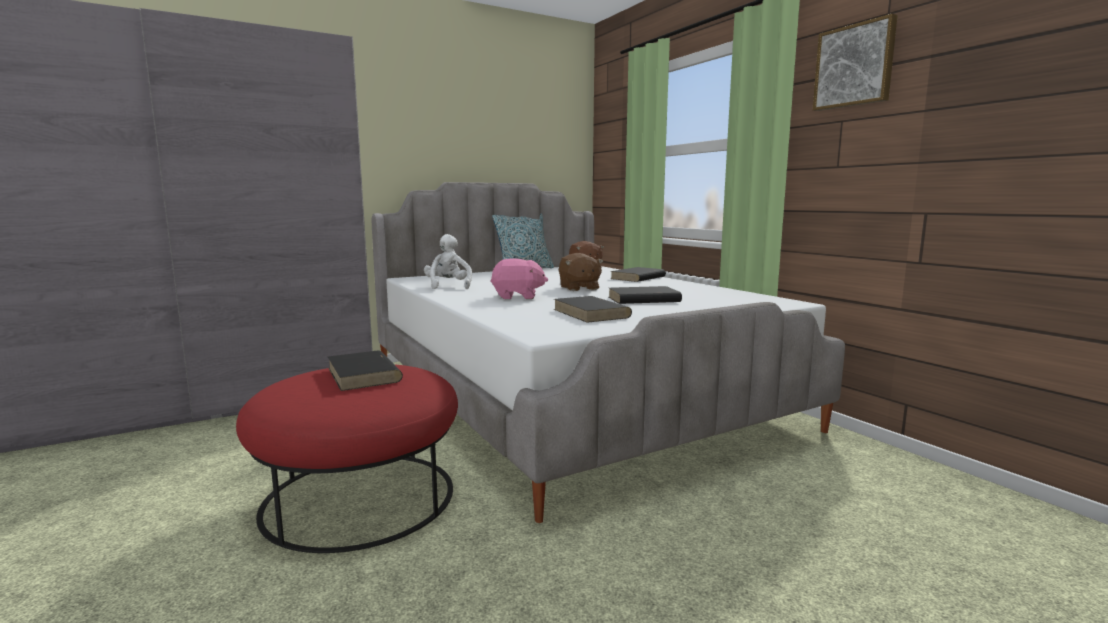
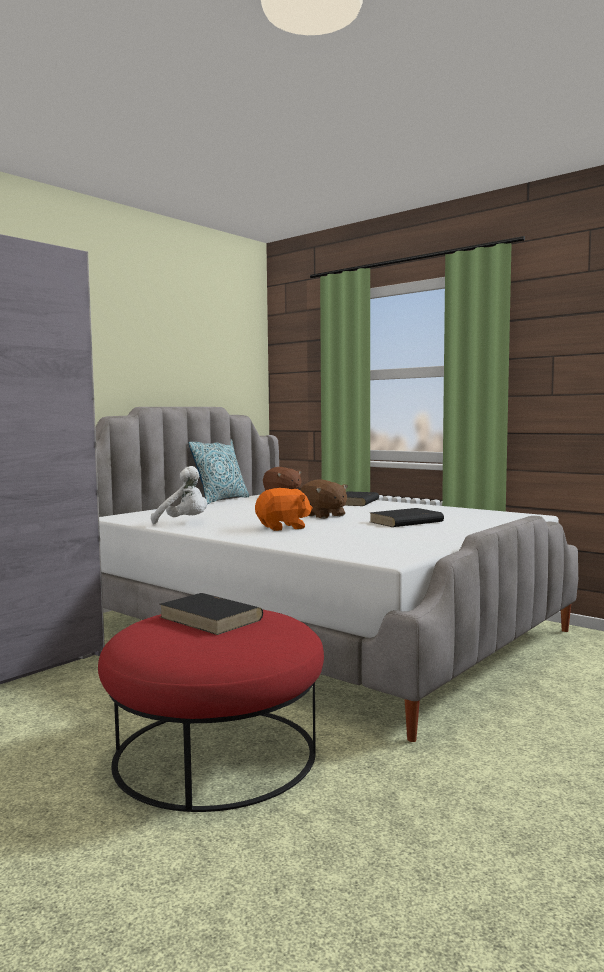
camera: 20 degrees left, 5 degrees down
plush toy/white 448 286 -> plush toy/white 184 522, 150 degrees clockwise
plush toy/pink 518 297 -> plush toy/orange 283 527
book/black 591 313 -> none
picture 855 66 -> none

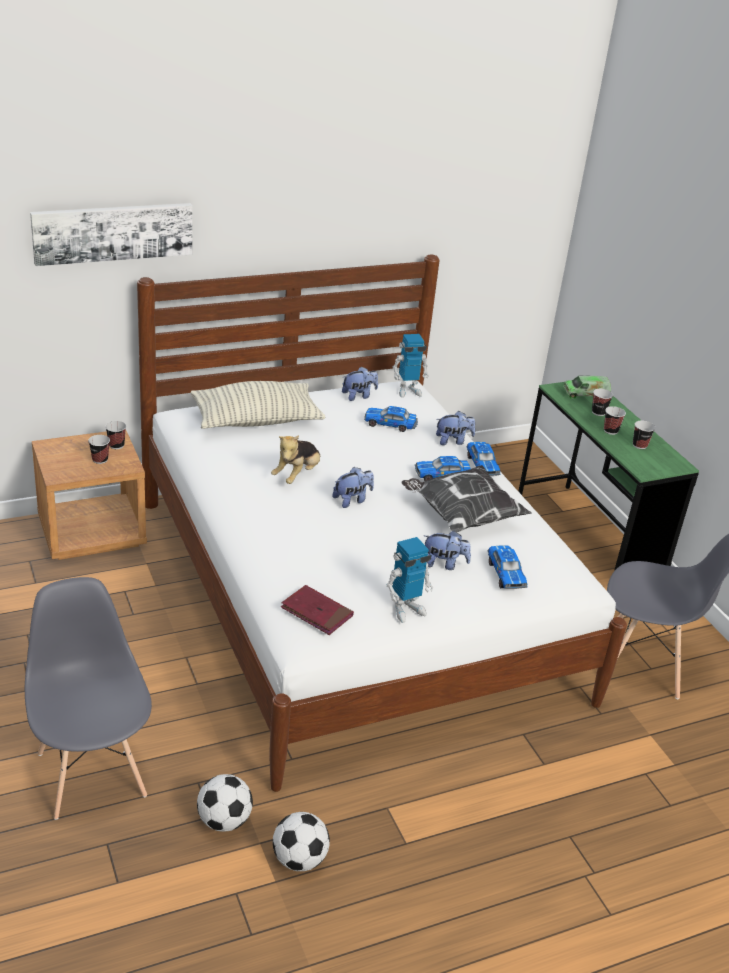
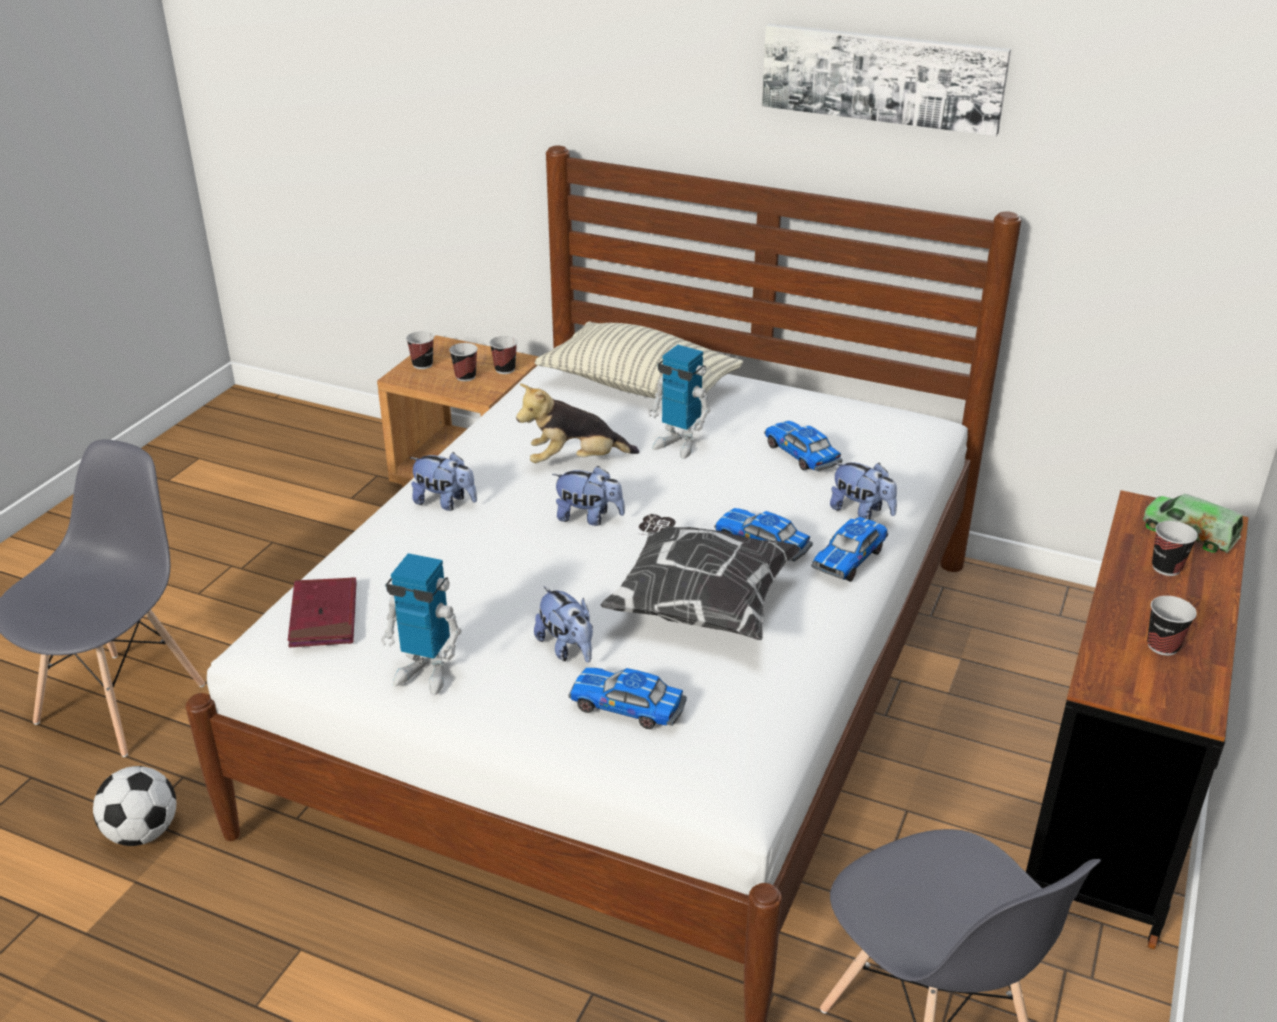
camera: 50 degrees right, 0 degrees up
picture 113 232 -> picture 882 77, relocated
football 299 859 -> none
plush toy 359 396 -> plush toy 445 502, relocated
toy robot 408 391 -> toy robot 678 445, relocated
toy car 505 573 -> toy car 628 707, 75 degrees clockwise
desk/green 587 538 -> desk/brown 1110 801
cup 610 431 -> cup 422 365, relocated

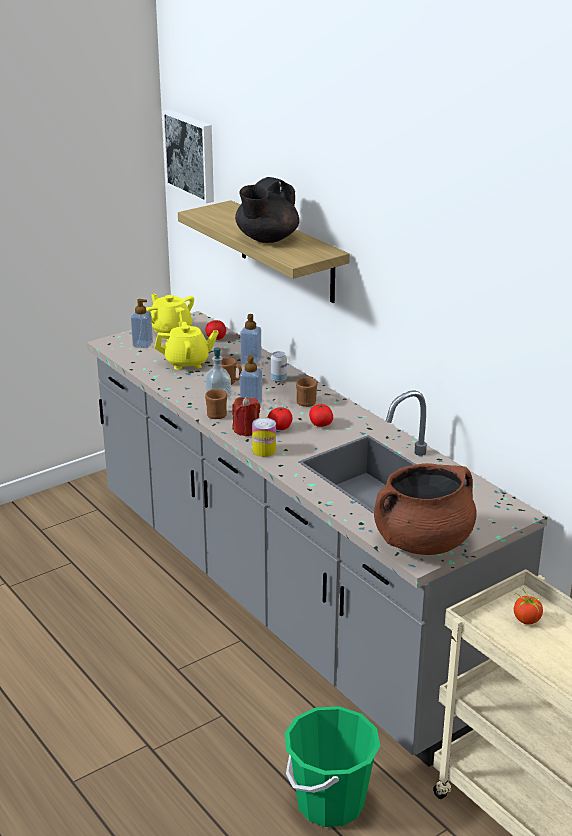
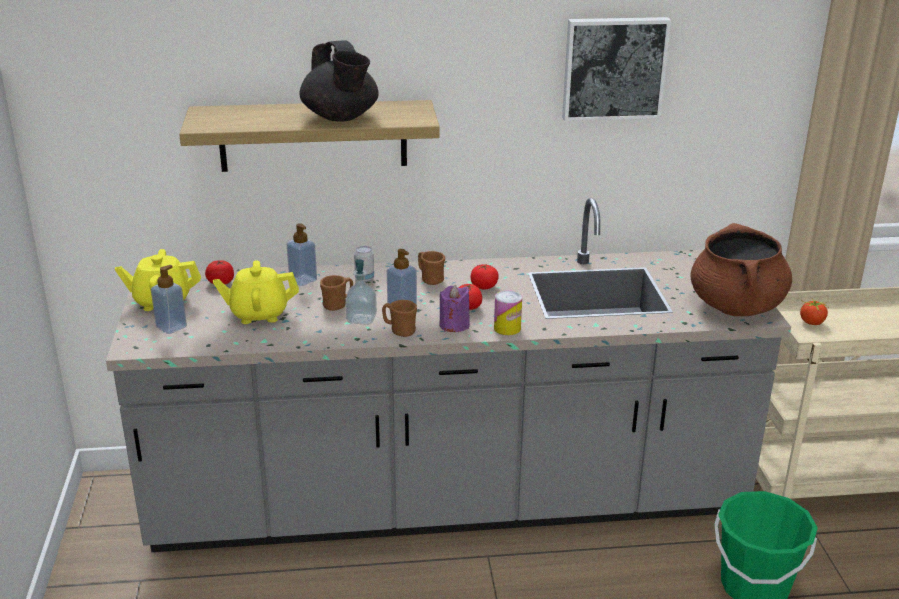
camera: 60 degrees left, 0 degrees up
teapot/yellow 187 363 -> teapot/yellow 258 314, 120 degrees counterclockwise
picture 191 155 -> picture 613 68, relocated
candle/red 246 430 -> candle/purple 454 325

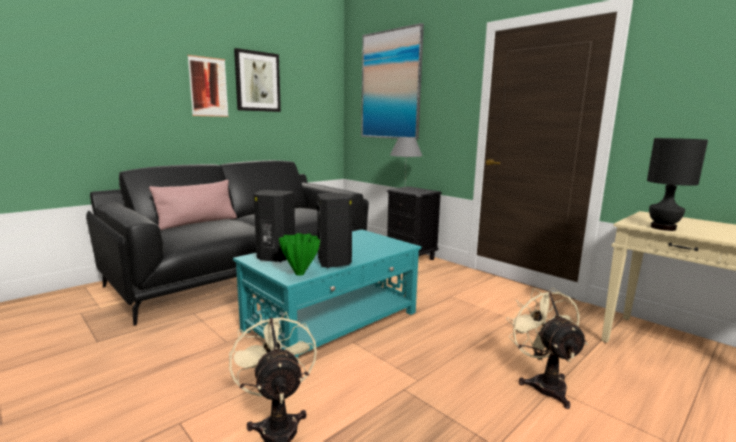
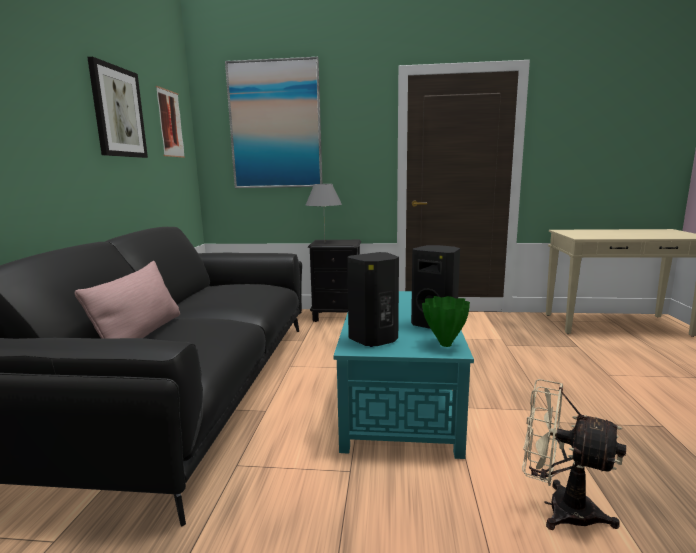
camera: 40 degrees left, 0 degrees up
picture 208 87 -> picture 170 124, relocated
fan/beige 543 383 -> none
table lamp/black 663 228 -> none

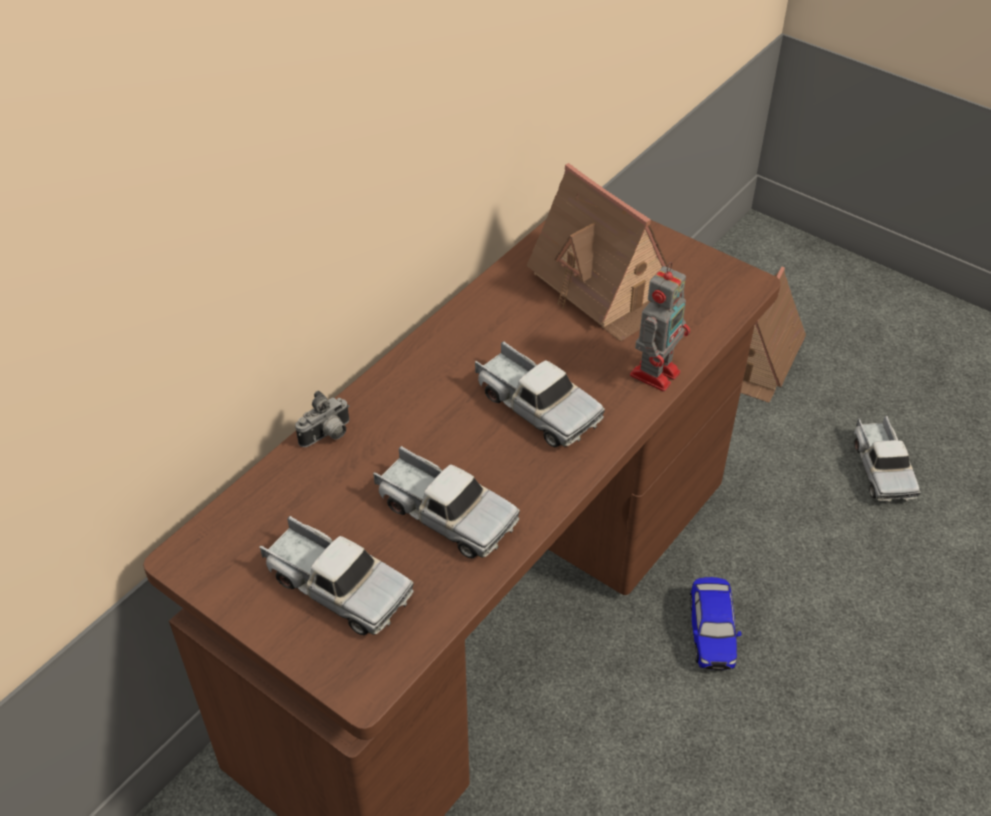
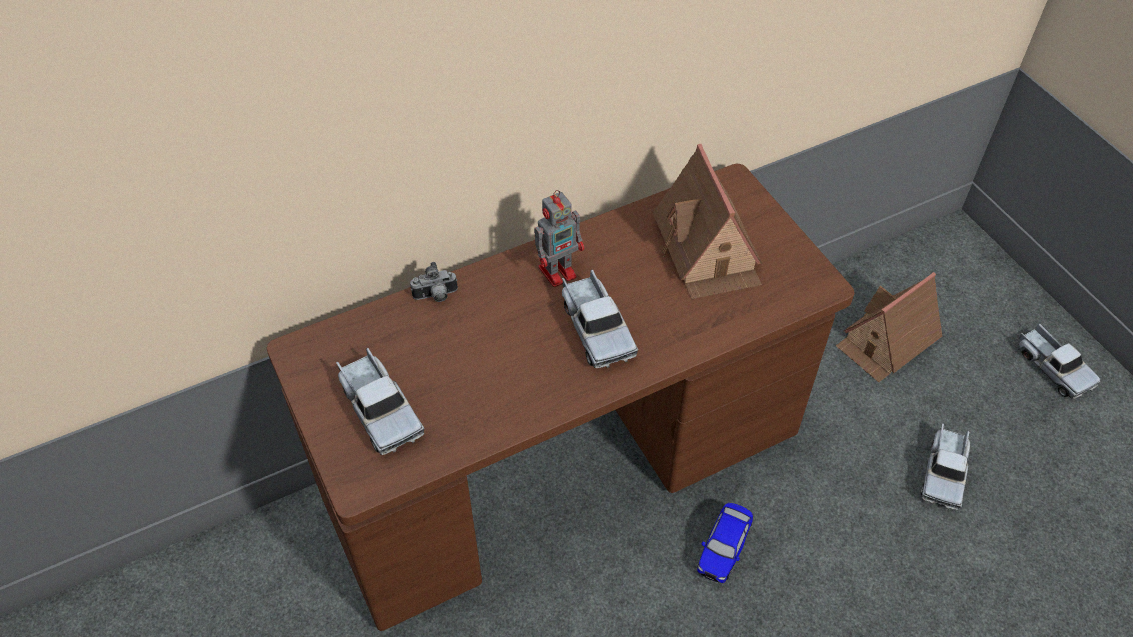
camera: 25 degrees right, 5 degrees up
toy truck 444 513 -> toy truck 1052 367, relocated
toy robot 656 372 -> toy robot 559 271, relocated

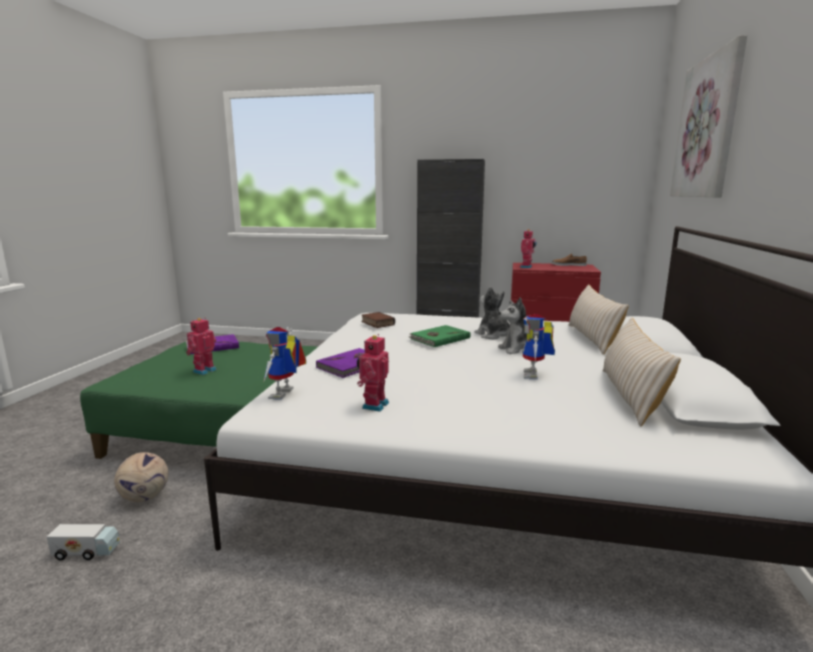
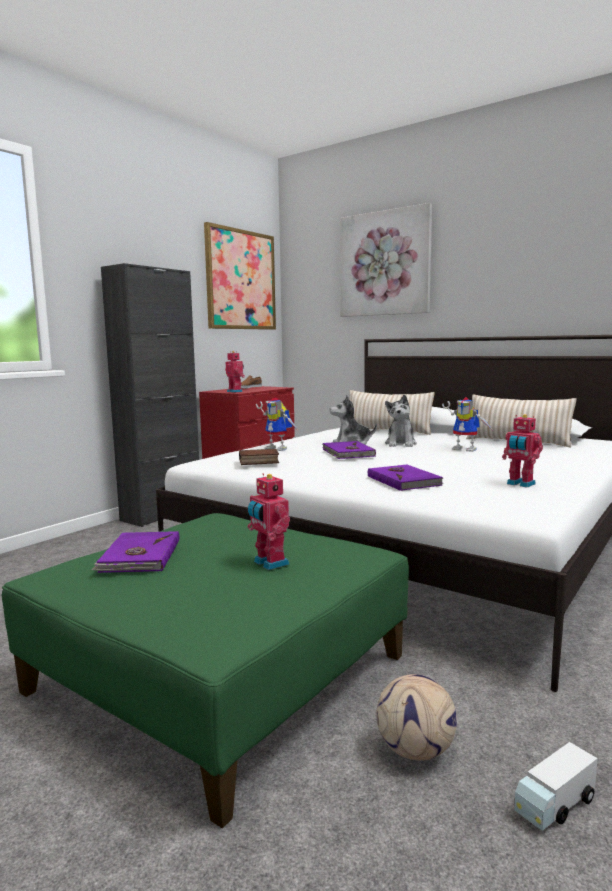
camera: 65 degrees left, 5 degrees down
toy truck 86 551 -> toy truck 554 804, 150 degrees counterclockwise
toy robot 284 395 -> toy robot 279 448, relocated
book/green 439 338 -> book/purple 347 453
none -> picture 241 280

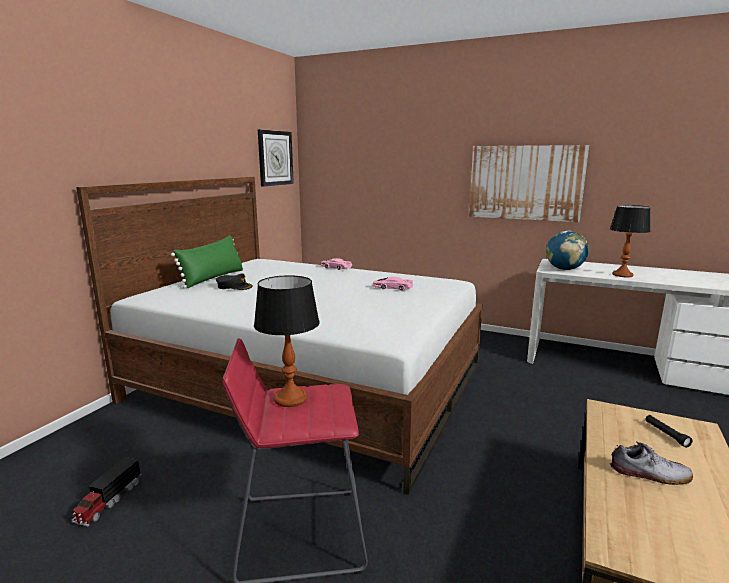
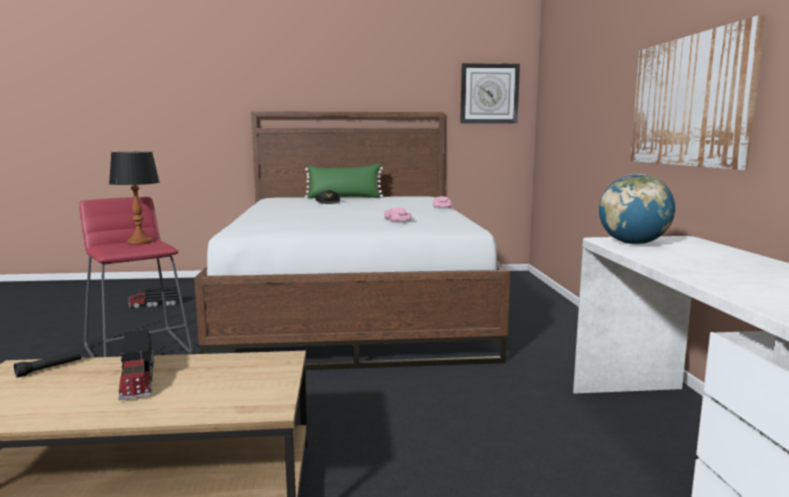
camera: 60 degrees right, 5 degrees down
table lamp 622 275 -> none
shoe 650 474 -> toy truck 137 379
flashlight/black 666 434 -> flashlight/black 49 369, relocated

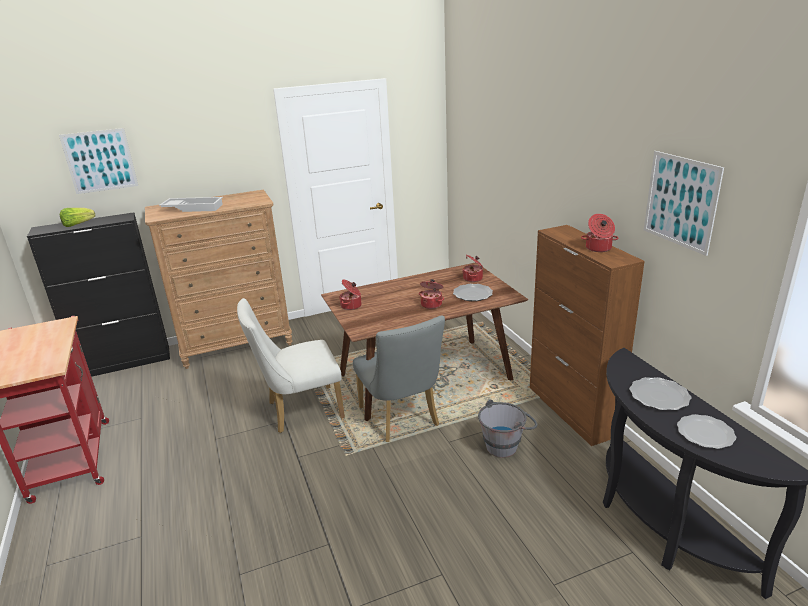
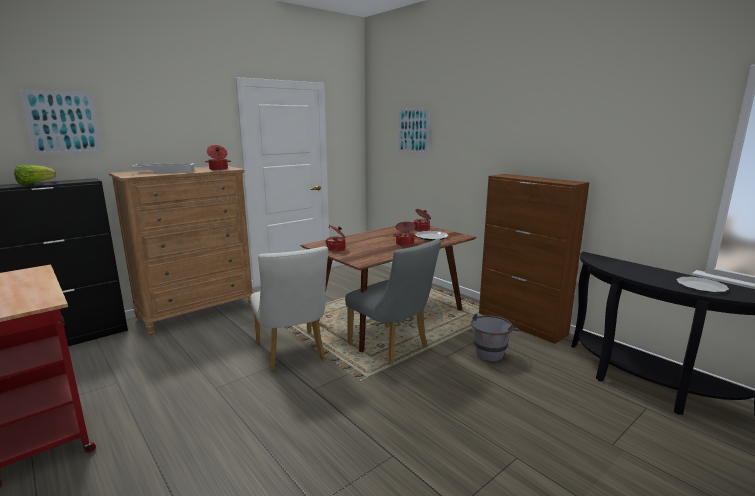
camera: 20 degrees left, 10 degrees down
chair/white 299 411 -> chair/white 292 354, 75 degrees counterclockwise
cooking pot 598 248 -> cooking pot 218 169, relocated
plate 659 396 -> none
picture 680 201 -> picture 413 130, relocated

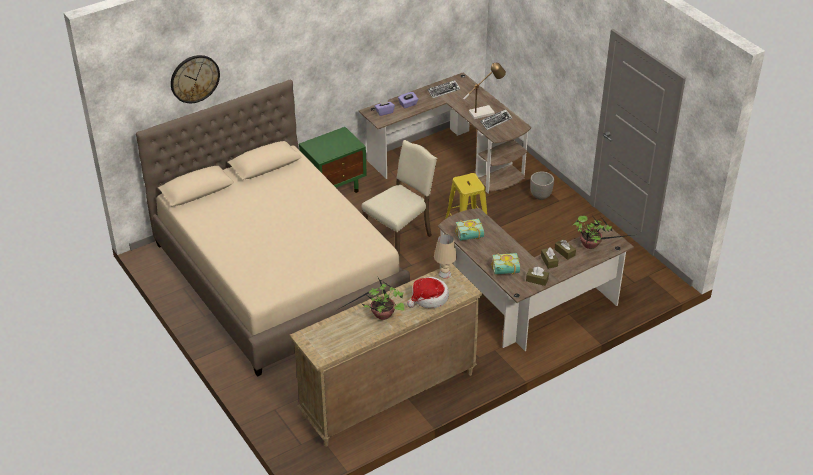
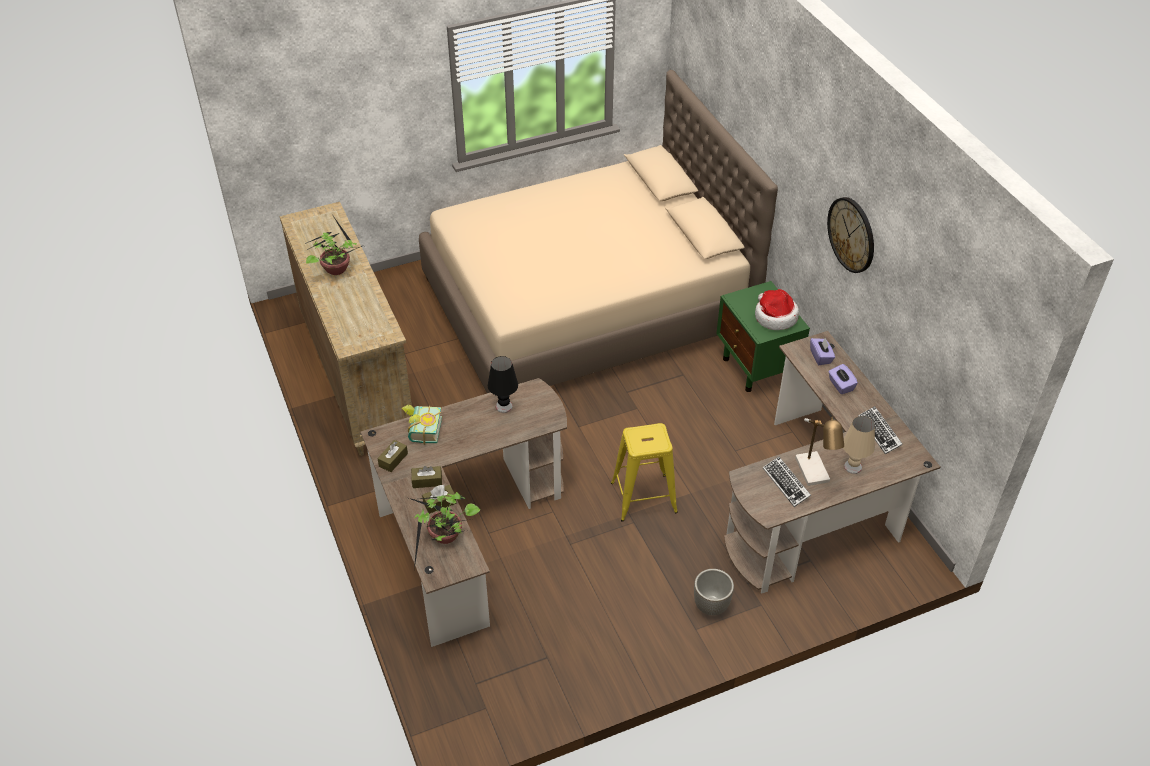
camera: 100 degrees right, 5 degrees up
wall clock 194 78 -> wall clock 851 234, relocated
chair/beige 400 238 -> none
hat 429 298 -> hat 774 317, relocated
table lamp/beige 444 274 -> table lamp/beige 853 466, relocated
book 470 237 -> table lamp/black 504 406

